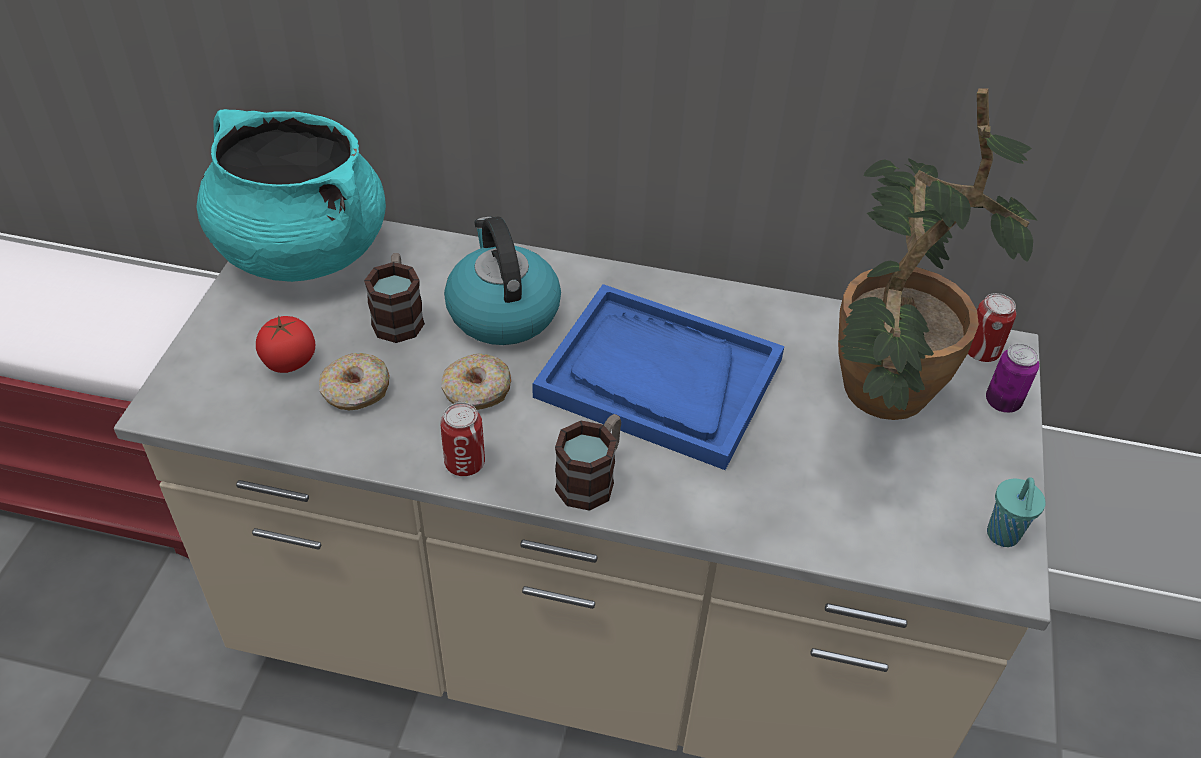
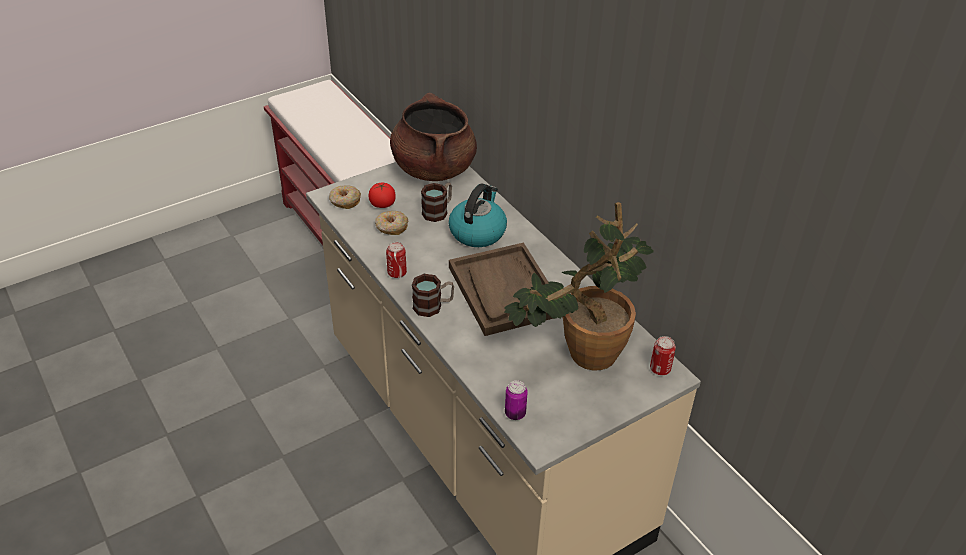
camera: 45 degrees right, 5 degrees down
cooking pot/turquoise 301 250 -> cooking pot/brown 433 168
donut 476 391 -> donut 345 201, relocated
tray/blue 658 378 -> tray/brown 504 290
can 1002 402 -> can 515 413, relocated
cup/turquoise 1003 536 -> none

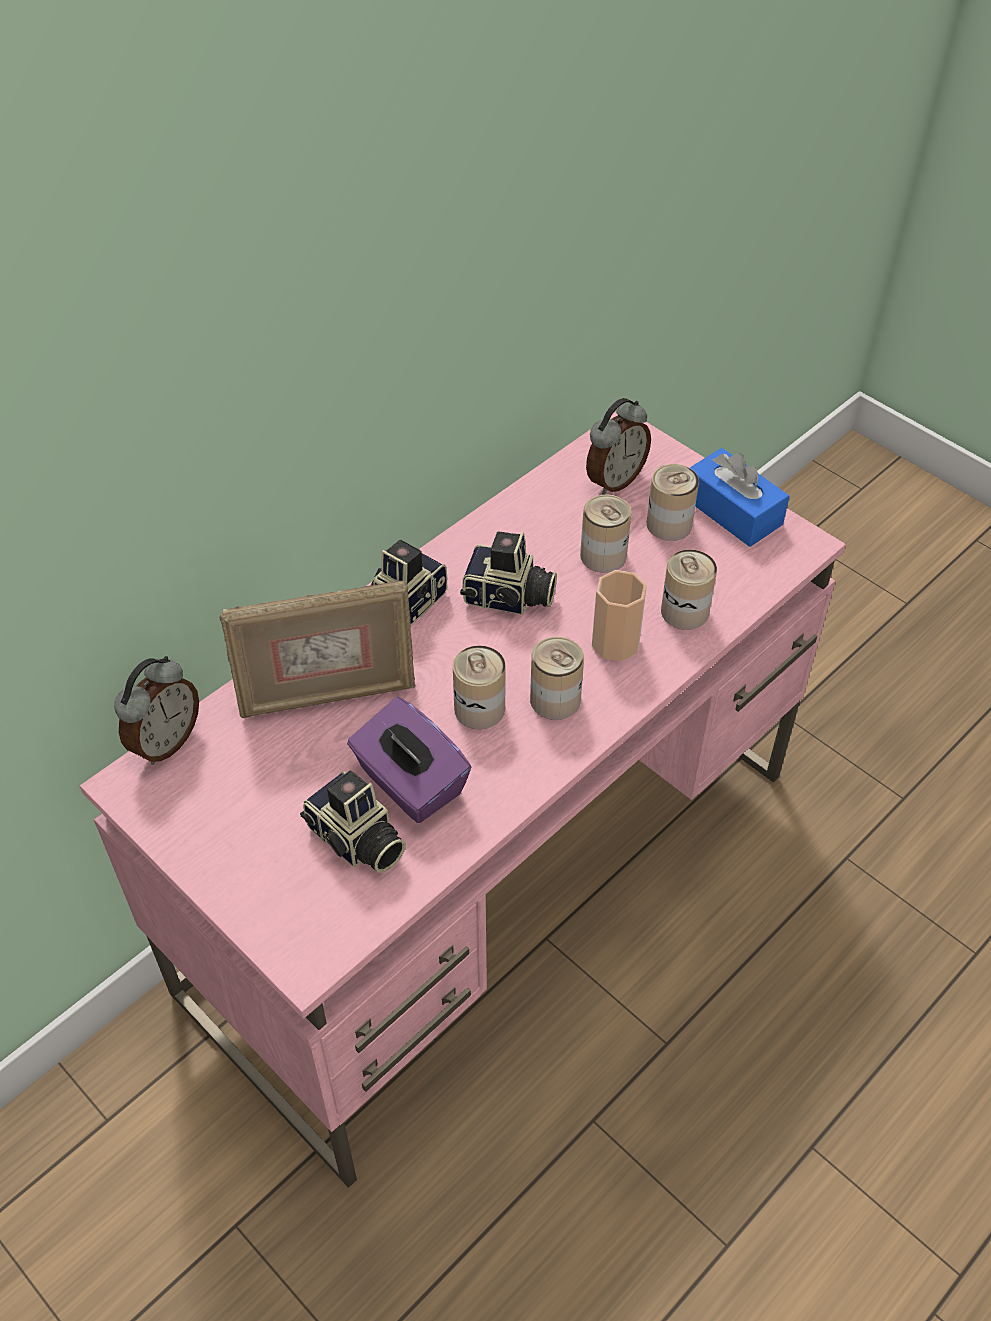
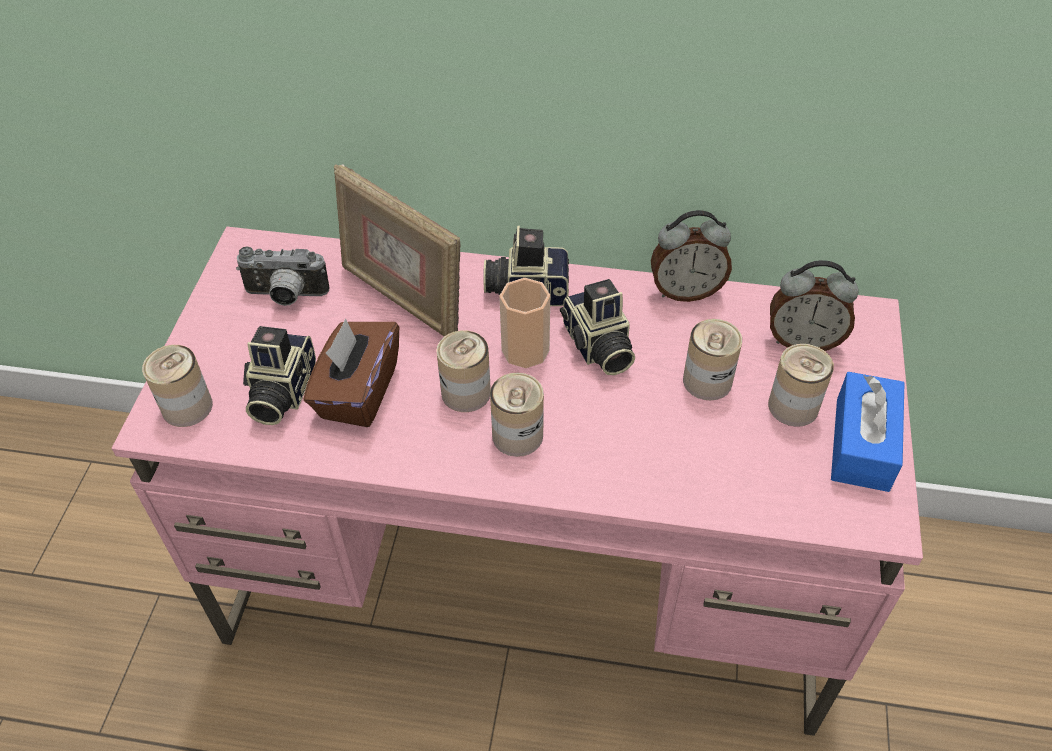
camera: 55 degrees right, 0 degrees up
alarm clock 165 741 -> alarm clock 685 291, relocated
tissue box/purple 410 783 -> tissue box/brown 358 392
cup 615 643 -> cup 525 350, relocated
can 684 611 -> can 187 407, relocated
none -> photo camera 285 296

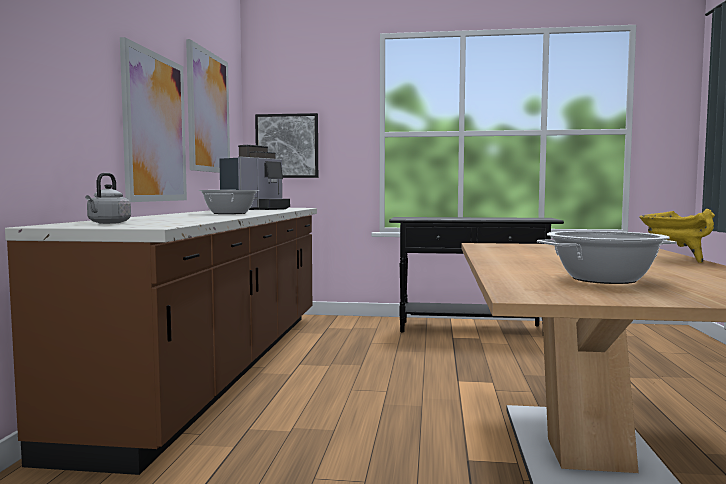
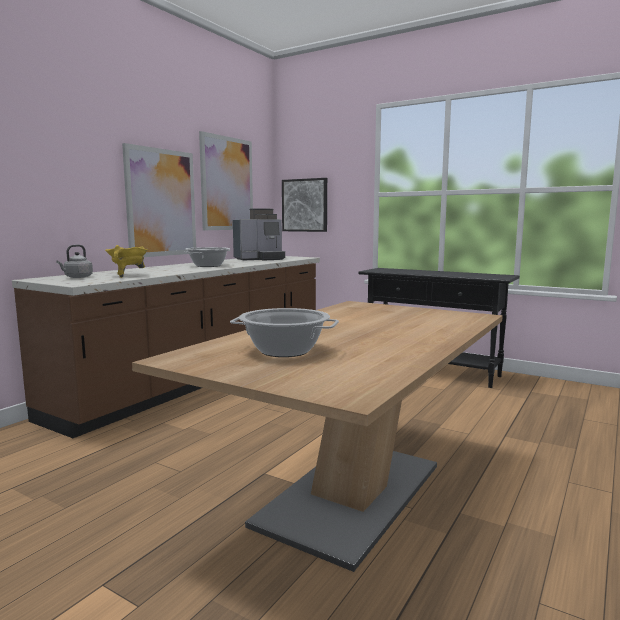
camera: 25 degrees right, 5 degrees up
cooking pot/yellow 675 259 -> cooking pot/yellow 127 275, relocated

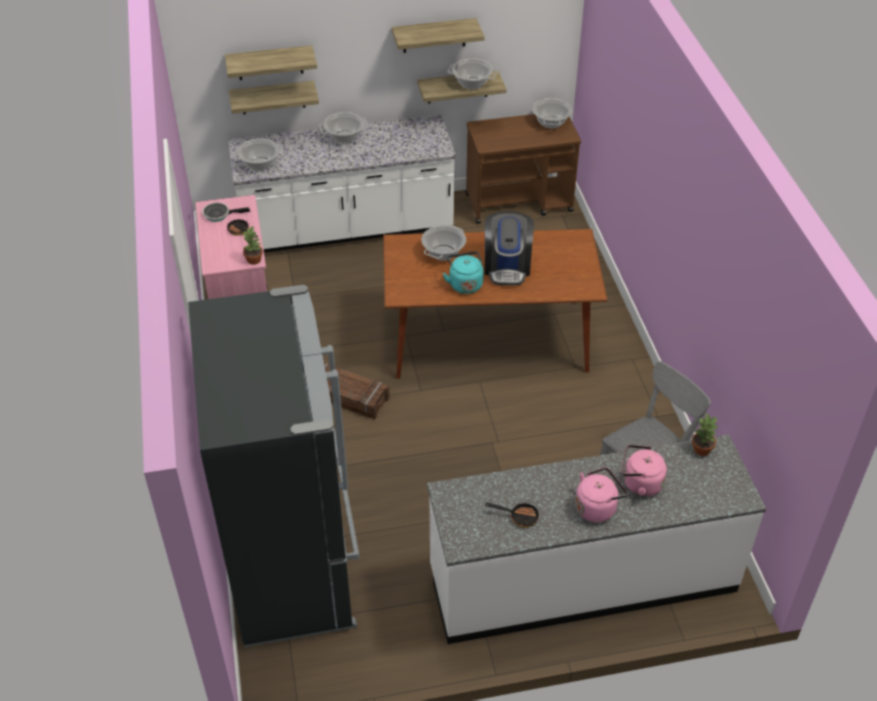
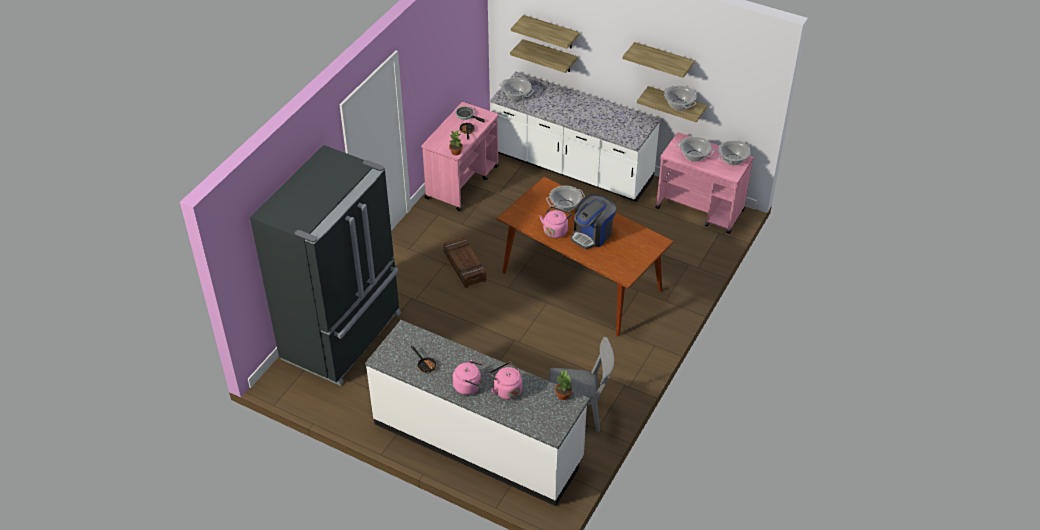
camera: 40 degrees right, 0 degrees up
cooking pot 344 137 -> cooking pot 694 156, relocated
kettle/turquoise 465 283 -> kettle/pink 555 230
cart/brown 519 203 -> cart/pink 700 209

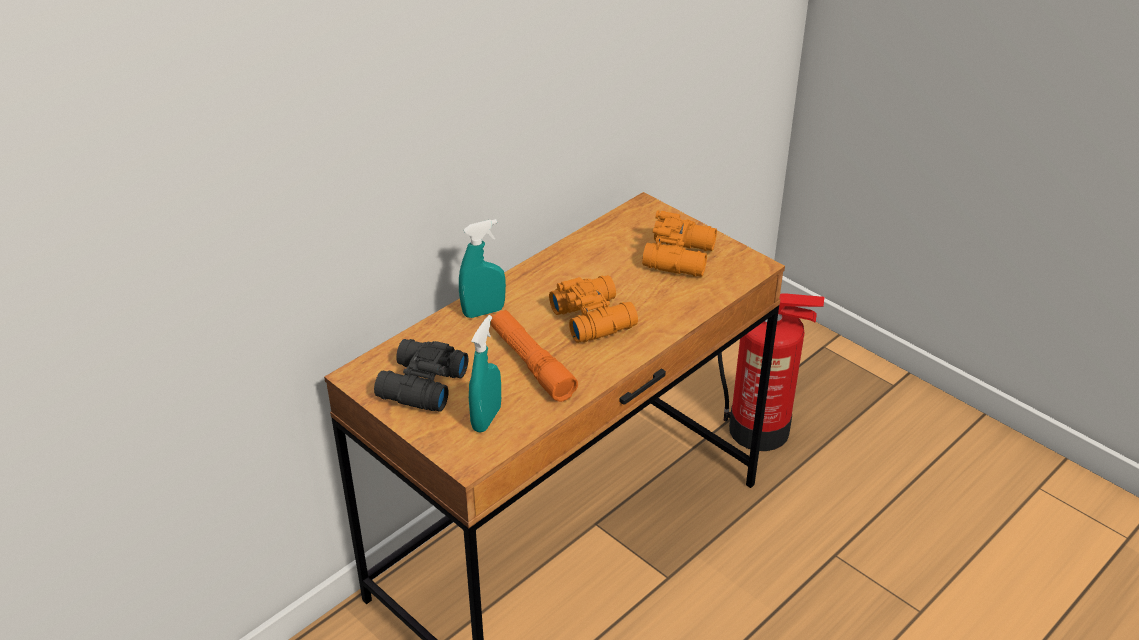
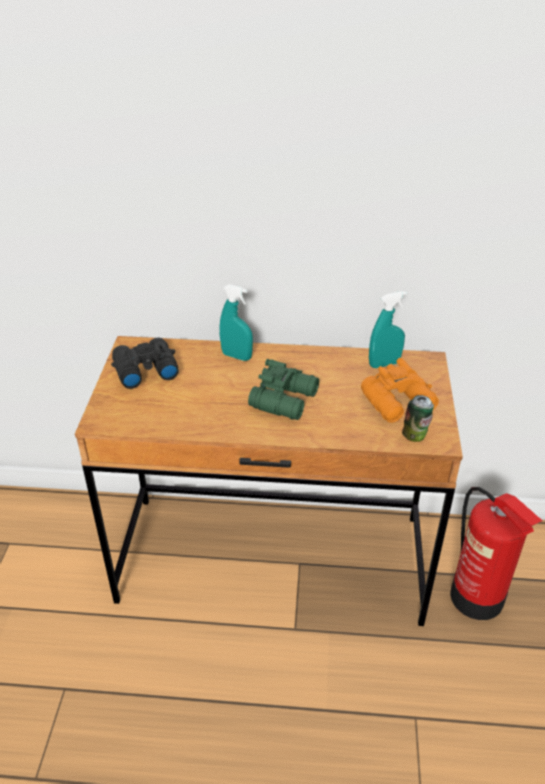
camera: 50 degrees right, 0 degrees up
spray bottle/turquoise 486 419 -> spray bottle/turquoise 384 364, relocated
flashlight/orange 531 363 -> none
binoculars/orange 593 317 -> binoculars/green 286 399
none -> can 415 435

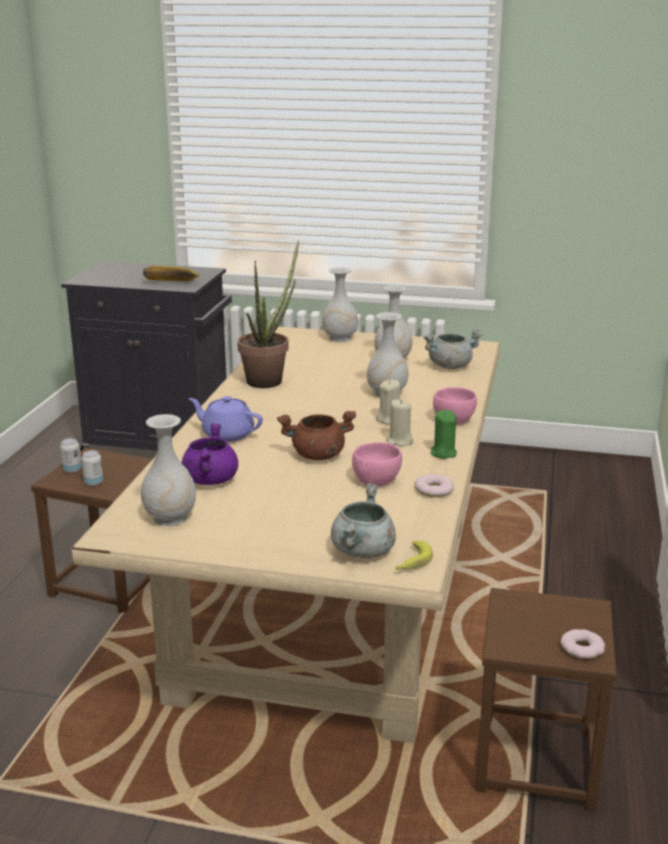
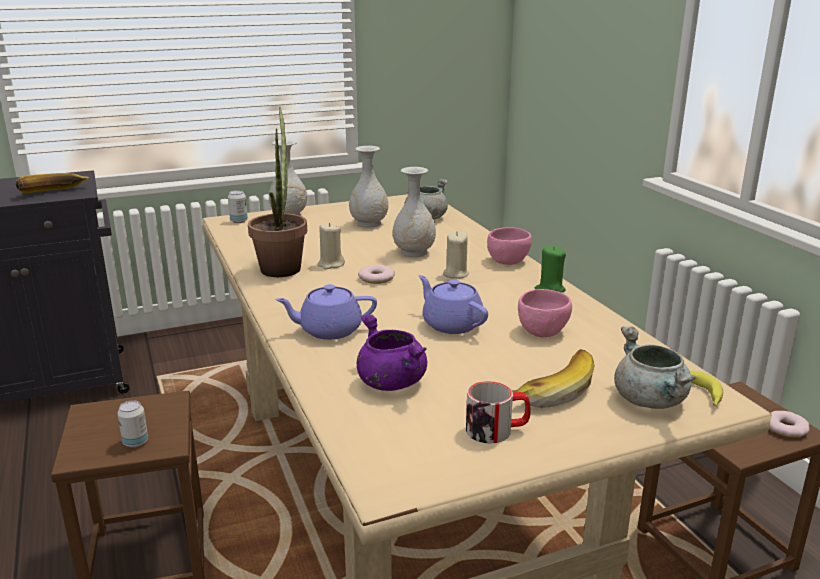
camera: 35 degrees left, 0 degrees up
can 72 470 -> can 239 221, relocated
vase/white 171 517 -> none
cooking pot/brown 317 455 -> teapot/purple 451 324
candle/beige 399 441 -> candle/beige 331 264, relocated
donut 433 490 -> donut 376 278, relocated
none -> mug 497 430
none -> banana 550 391

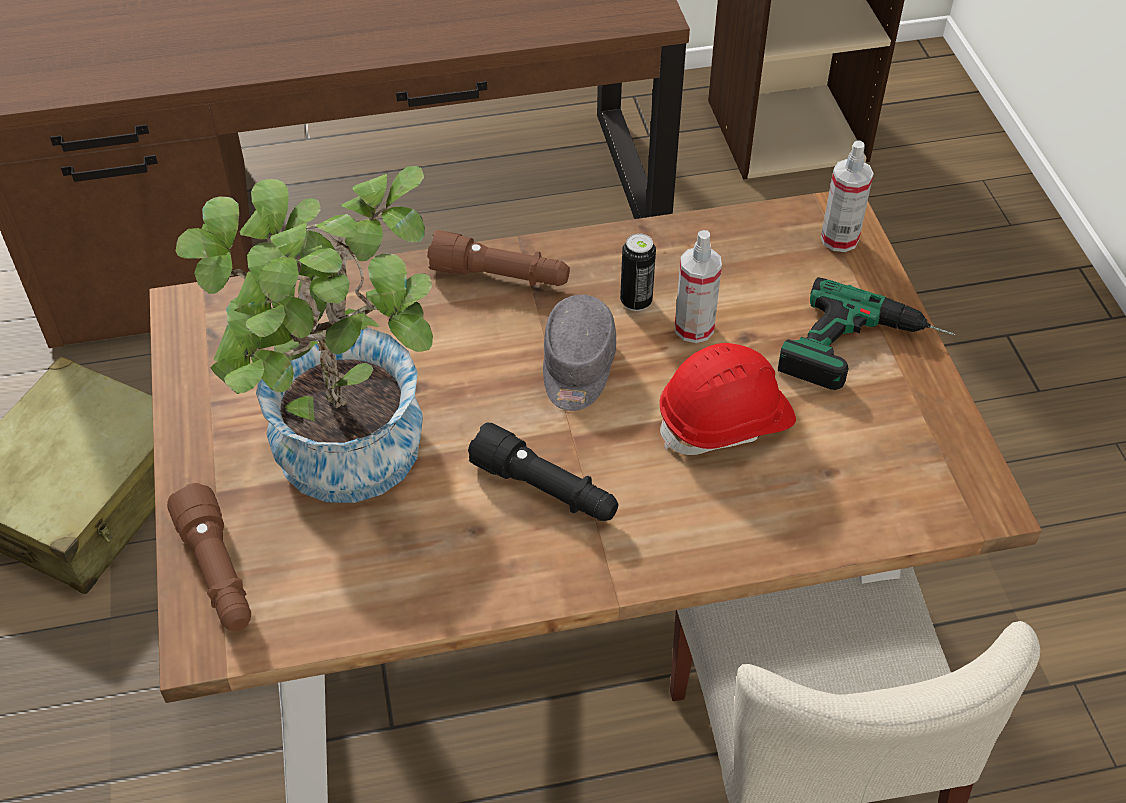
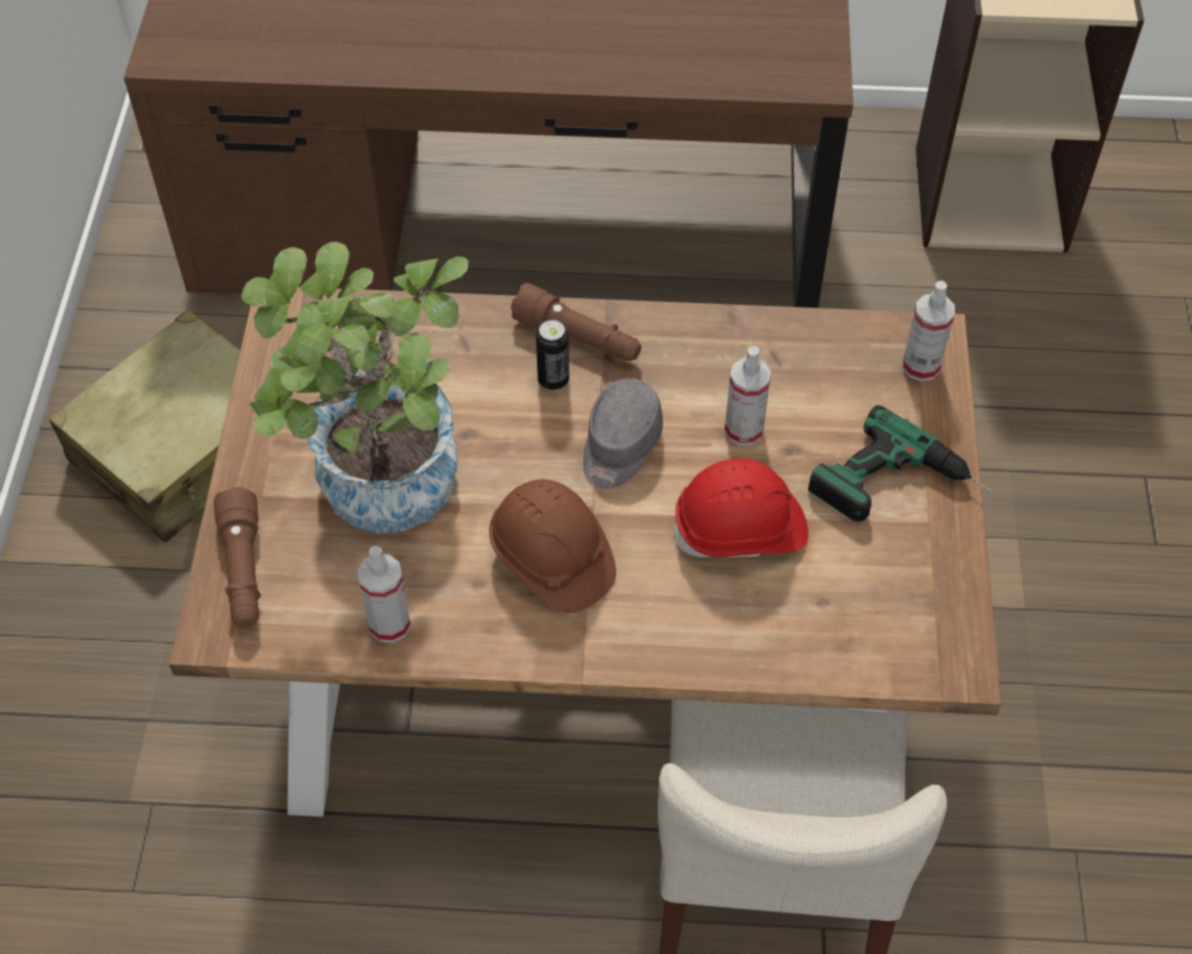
camera: 15 degrees right, 5 degrees up
flashlight/black 545 490 -> hard hat/brown 551 559
can 636 301 -> can 553 380, relocated
none -> spray bottle 389 624

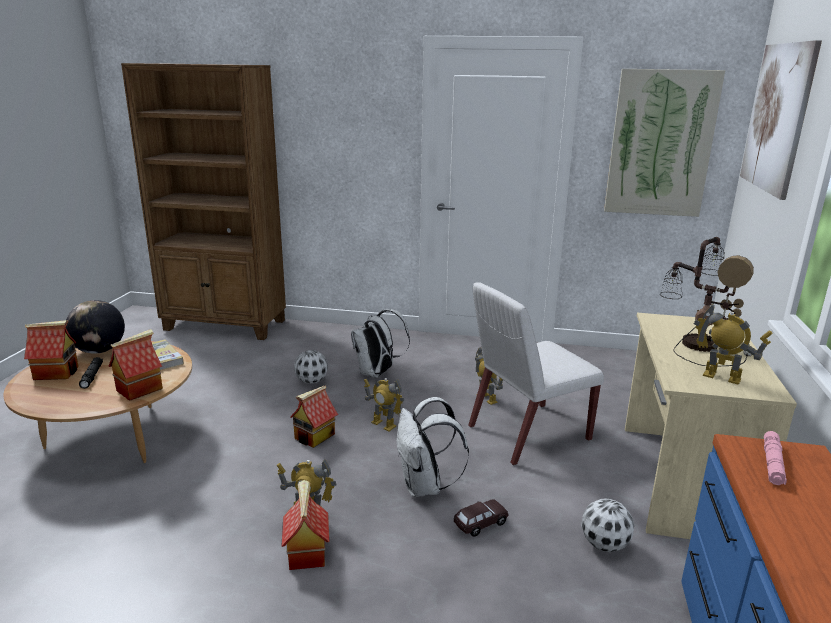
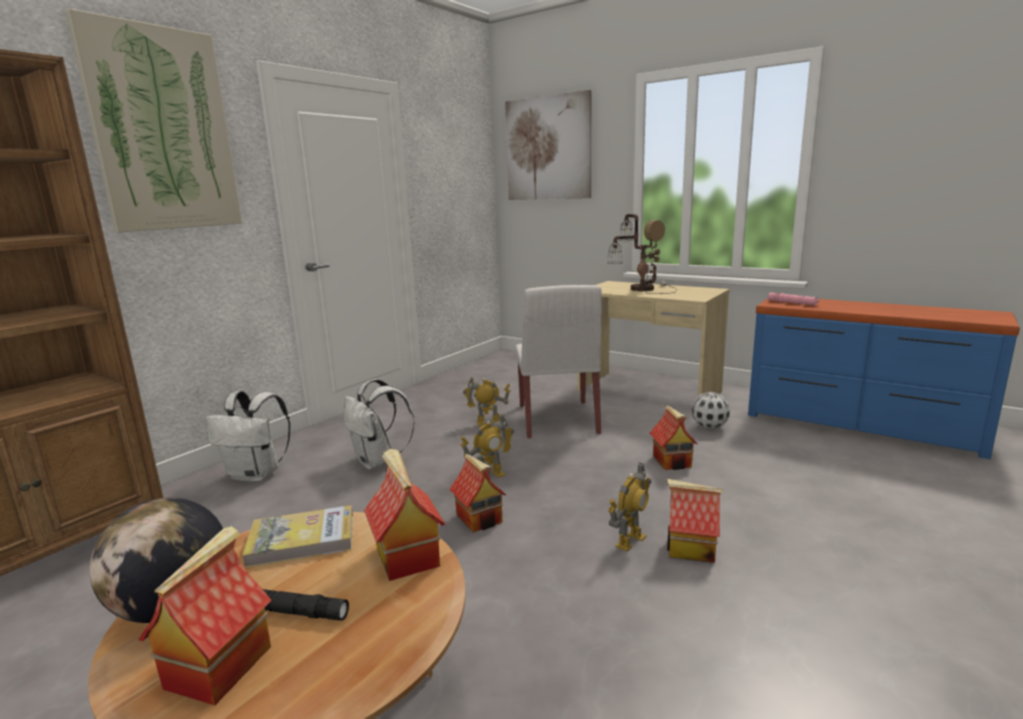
camera: 65 degrees left, 5 degrees down
football 311 382 -> none
backpack/white 424 487 -> backpack/white 257 475, relocated
toy car/brown 480 524 -> toy house 673 461
picture 660 144 -> picture 162 130, relocated
toy robot 721 377 -> none

